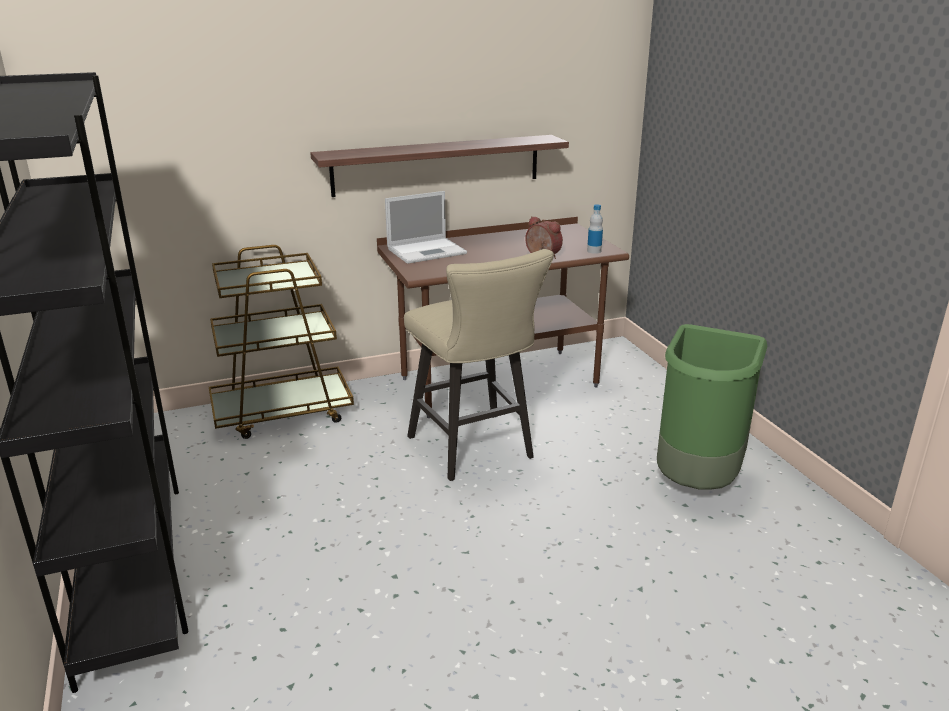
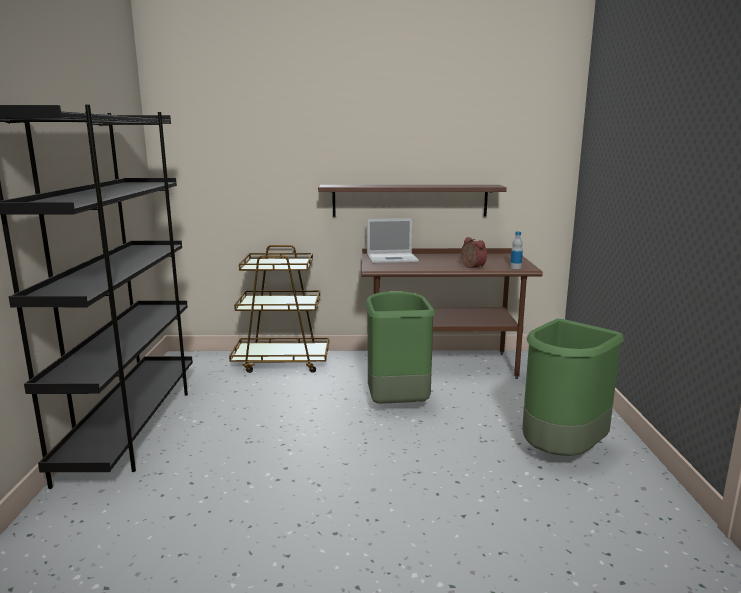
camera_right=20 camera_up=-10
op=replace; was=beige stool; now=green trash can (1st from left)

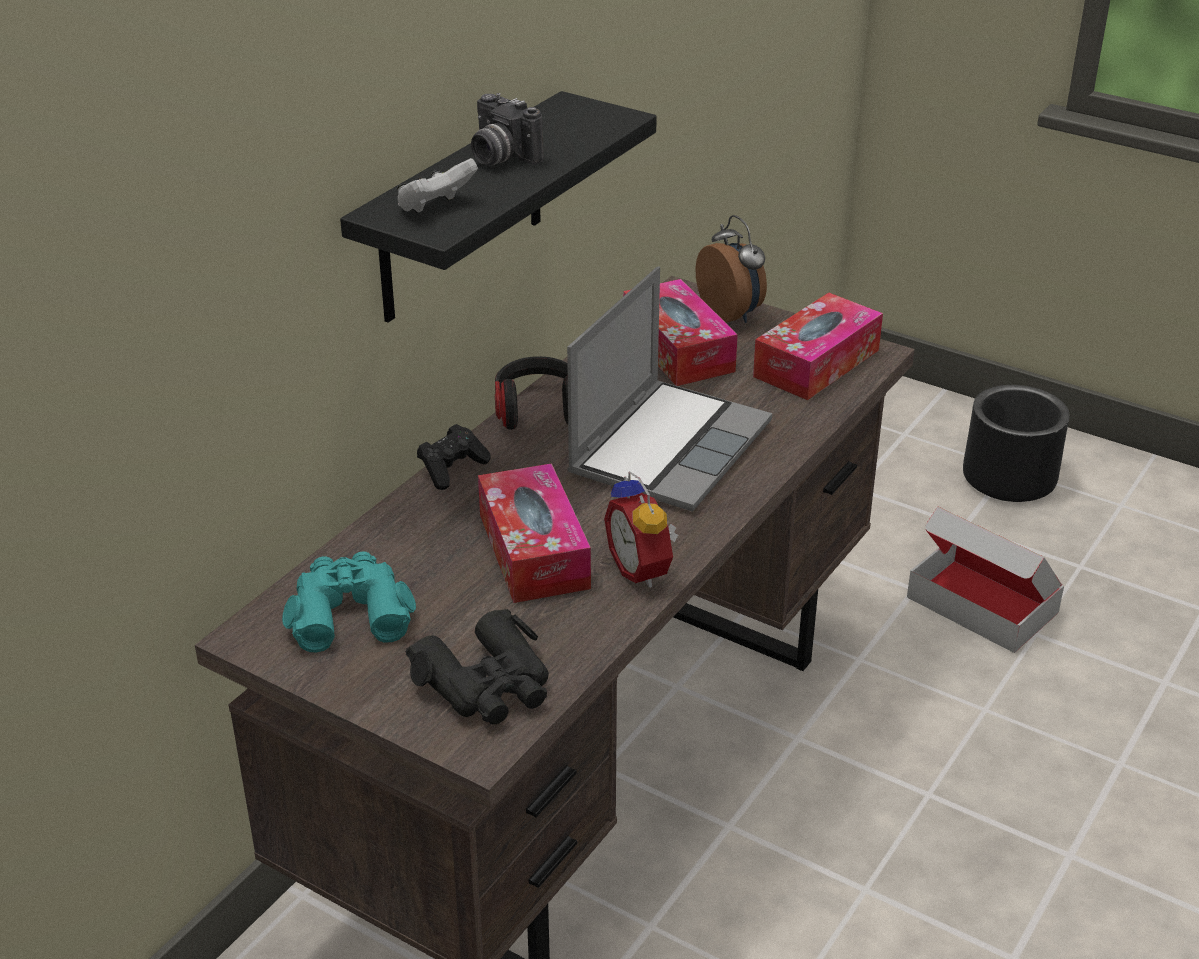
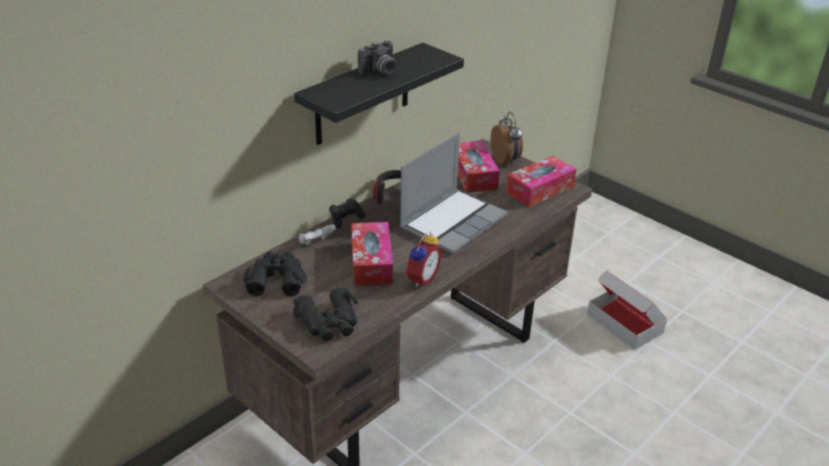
camera_right=10 camera_up=0
op=delete; was=black planter
op=move; was=white game controller
op=recolor; was=turquoise binoculars; now=black binoculars (1st from left)
op=rotate; was=photo camera; clockwise=-90
op=rotate; was=alarm clock (1st from left); clockwise=-135

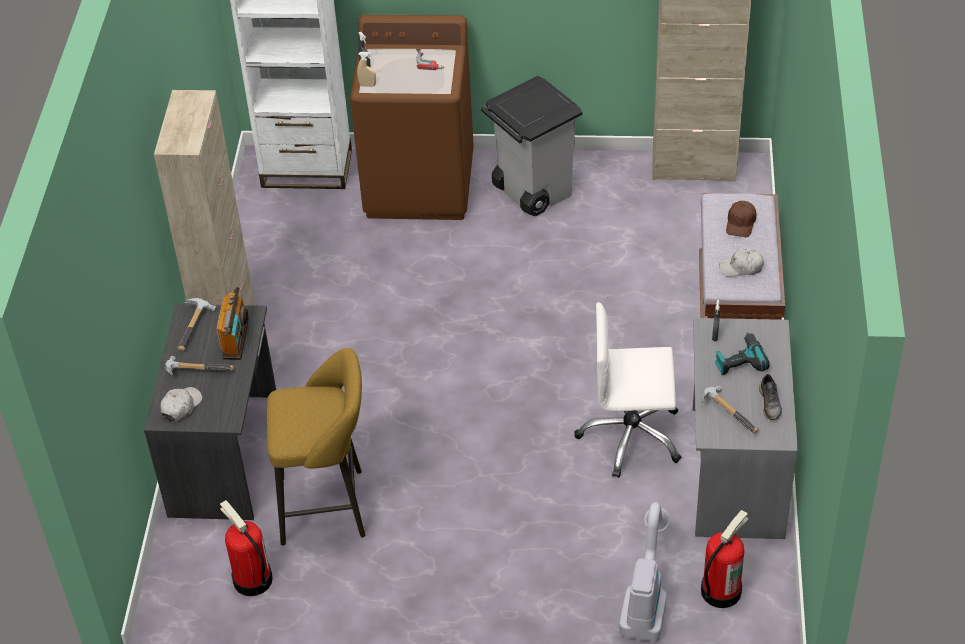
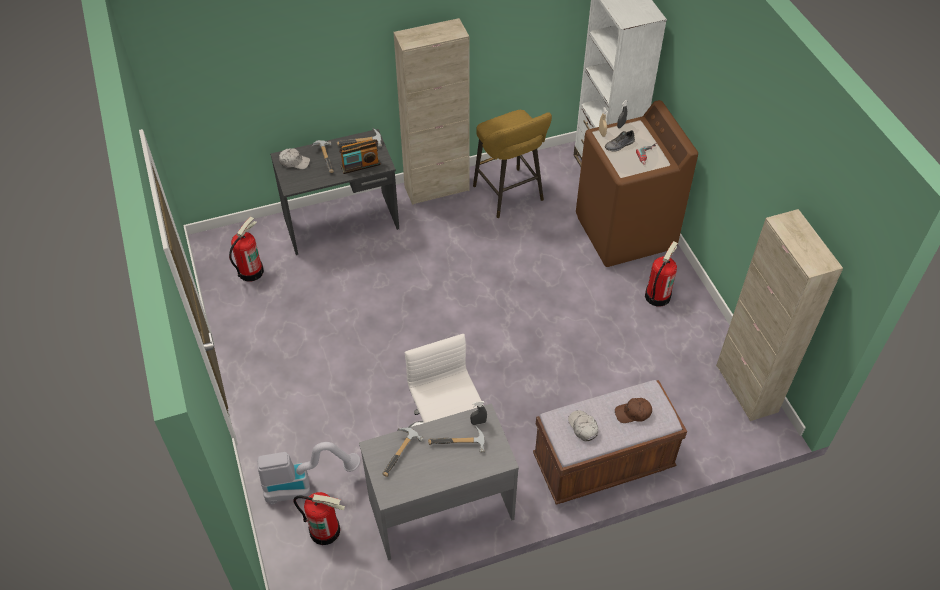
camera_right=65 camera_up=5
op=move; was=yellow stool
op=move; was=grey shoe
op=replace; was=grey trash can; now=fire extinguisher (3rd from left)
op=replace; was=power drill (2nd from left); now=hammer (4th from left)

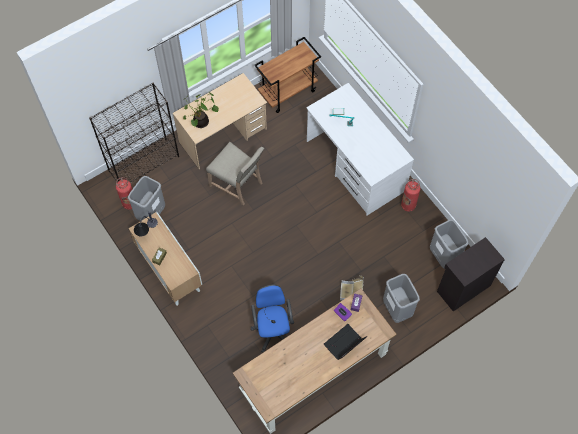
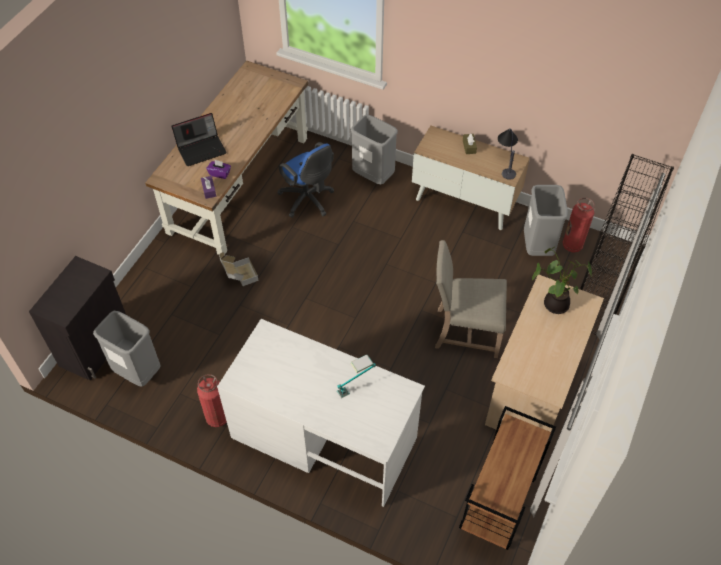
camera_right=150 camera_up=-10
op=move; was=grey trash can (2nd from left)
op=rotate; was=laptop; clockwise=45

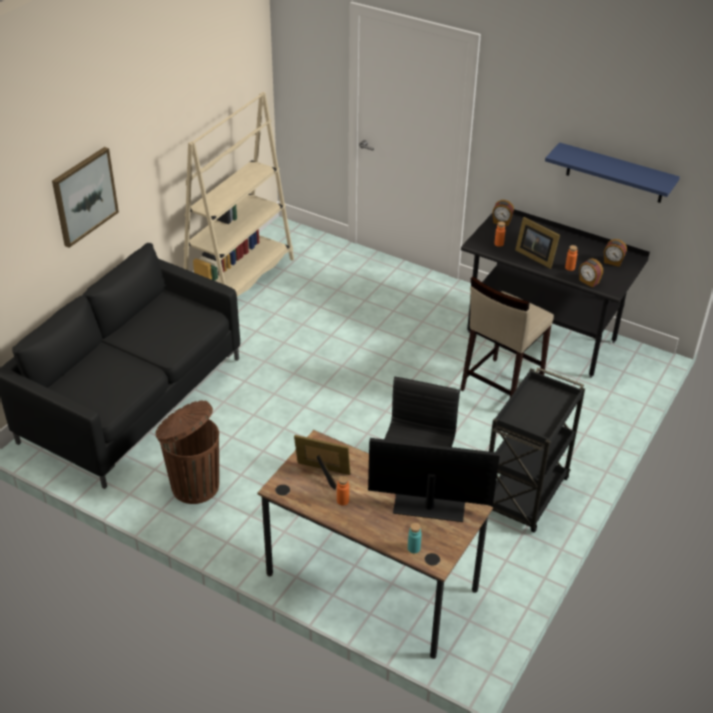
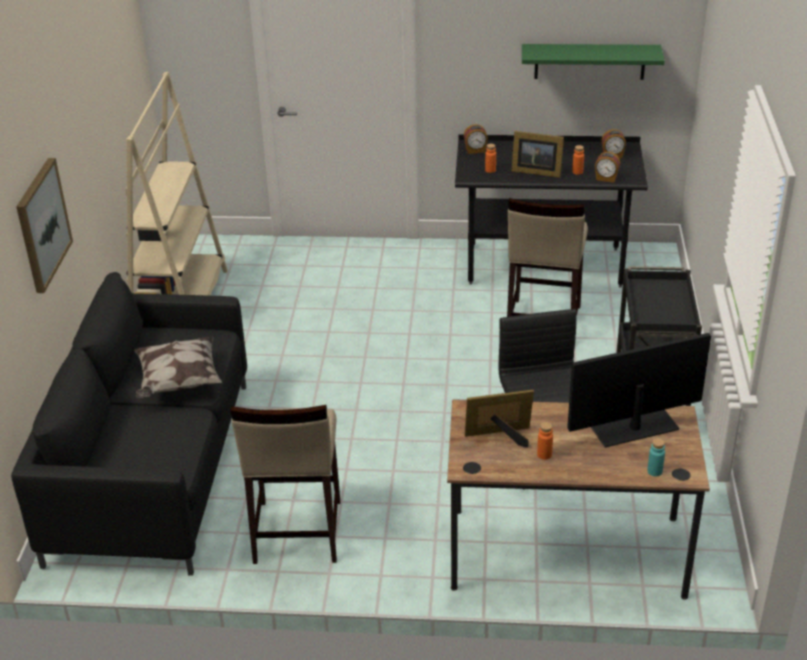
camera_right=-25 camera_up=-5
op=insert; now=pillow
op=replace; was=brown trash can; now=beige stool (1st from left)
op=recolor; was=blue shelf; now=green shelf

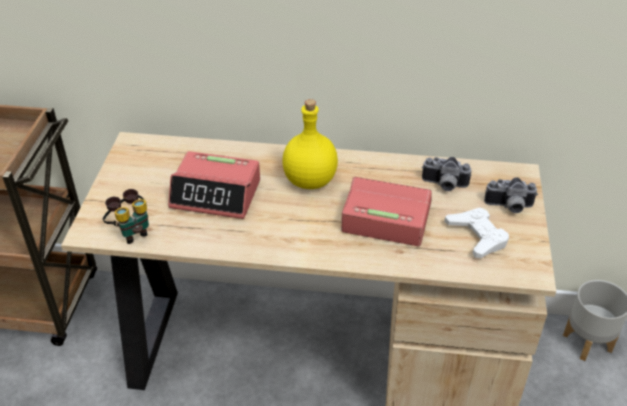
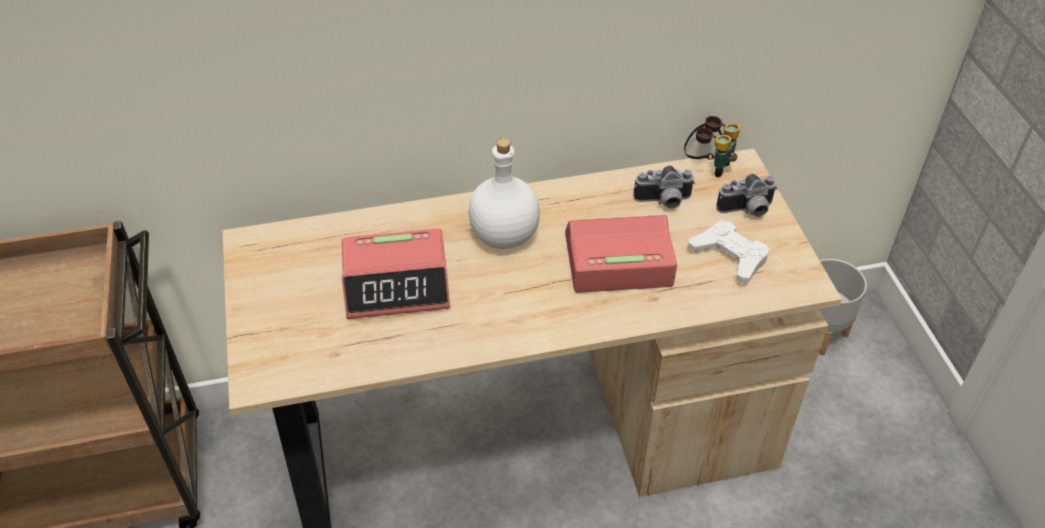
camera_right=-20 camera_up=5
op=move; was=binoculars
op=recolor; was=yellow bottle; now=white bottle

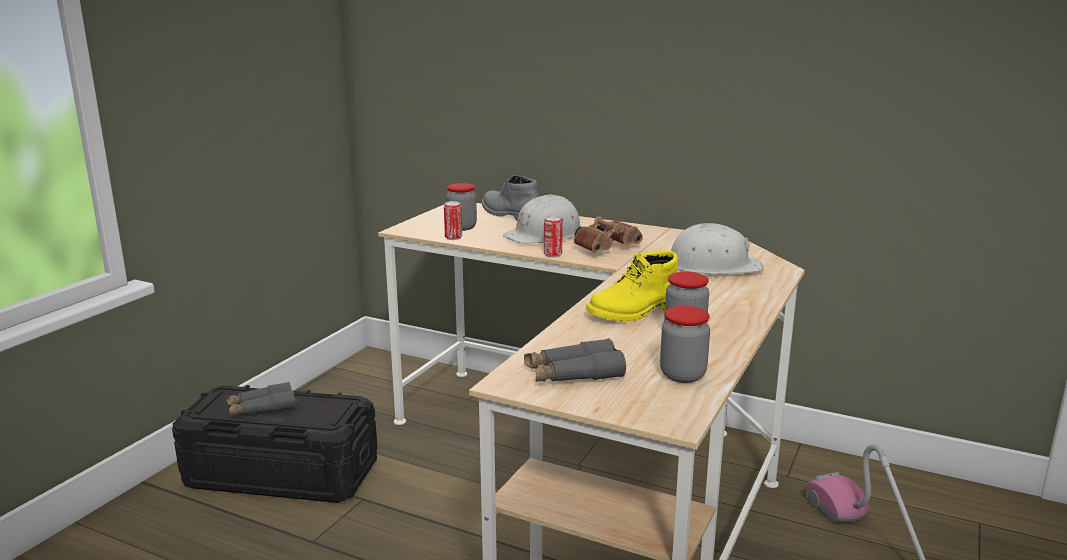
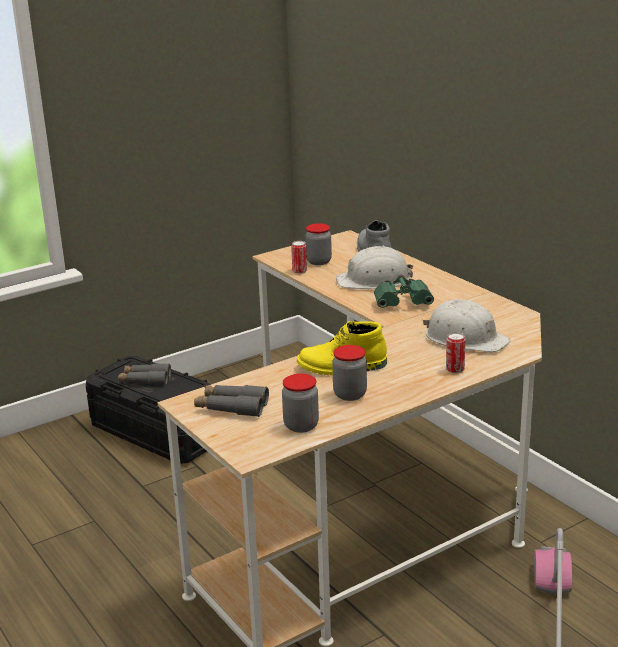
camera_right=30 camera_up=5
op=move; was=can (2nd from left)
op=recolor; was=brown binoculars; now=green binoculars

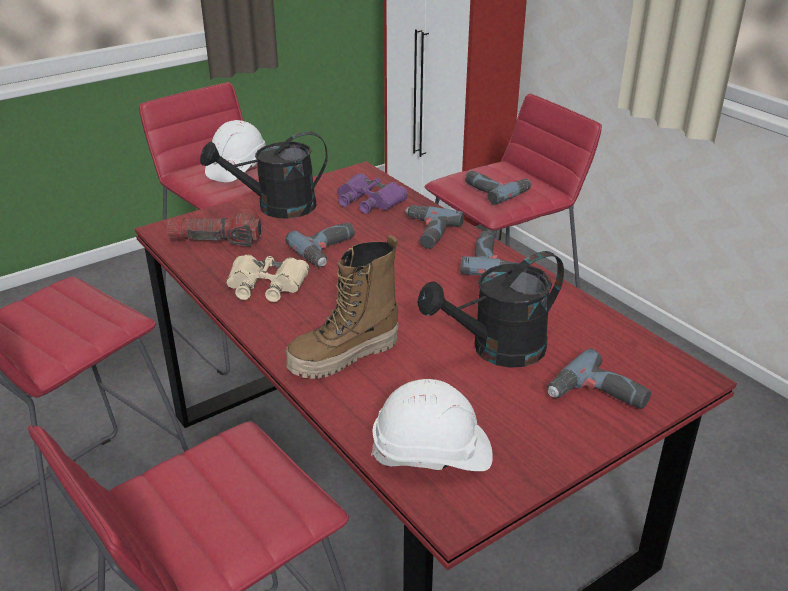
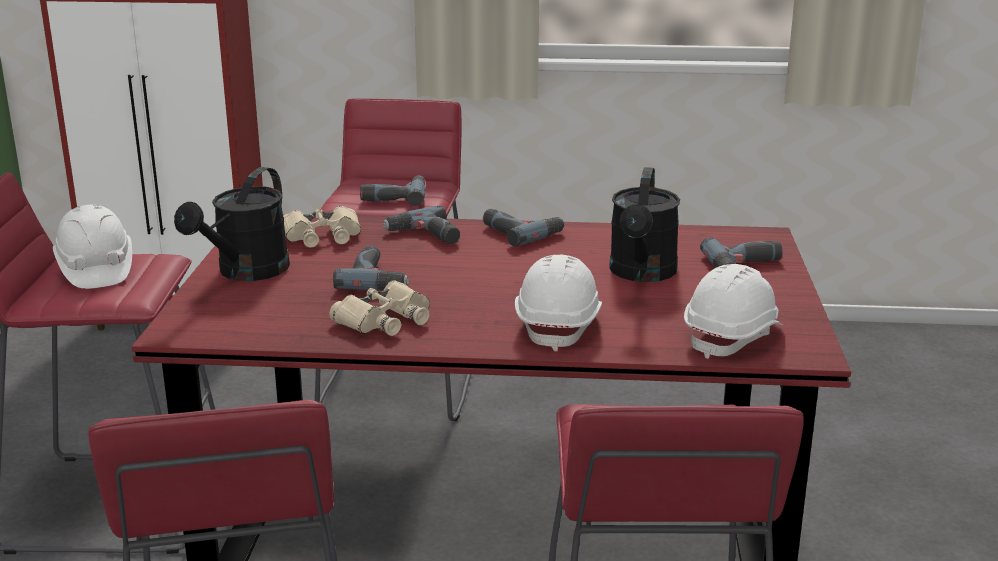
camera_right=-50 camera_up=-10
op=delete; was=flashlight
op=replace; was=boot; now=white hard hat (2nd from left)
op=recolor; was=purple binoculars; now=beige binoculars (1st from left)

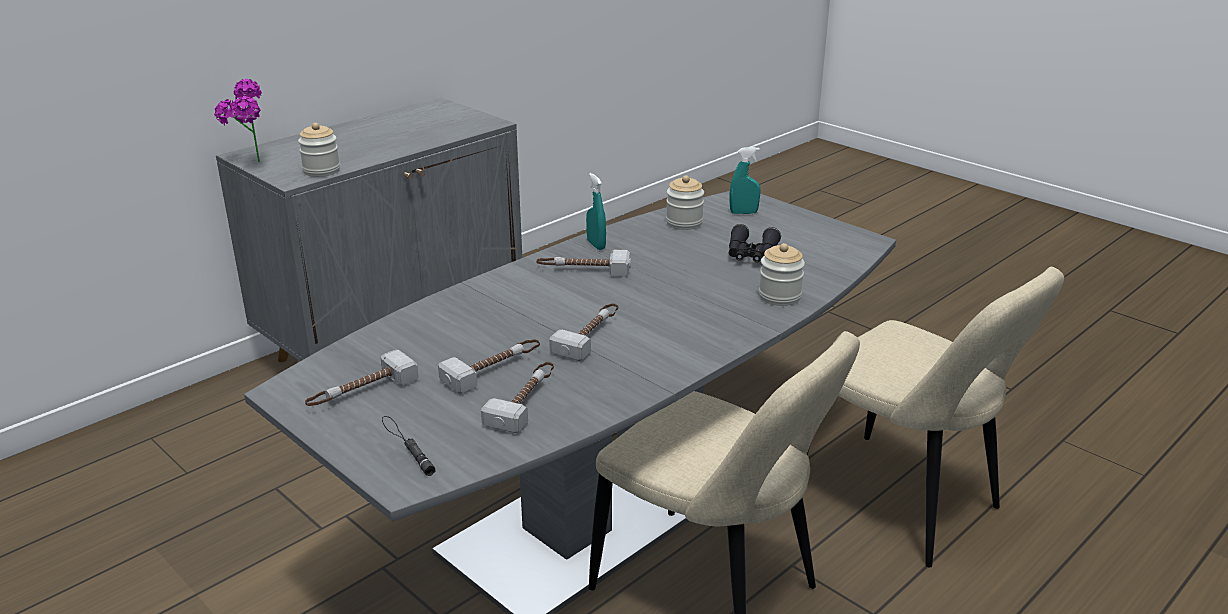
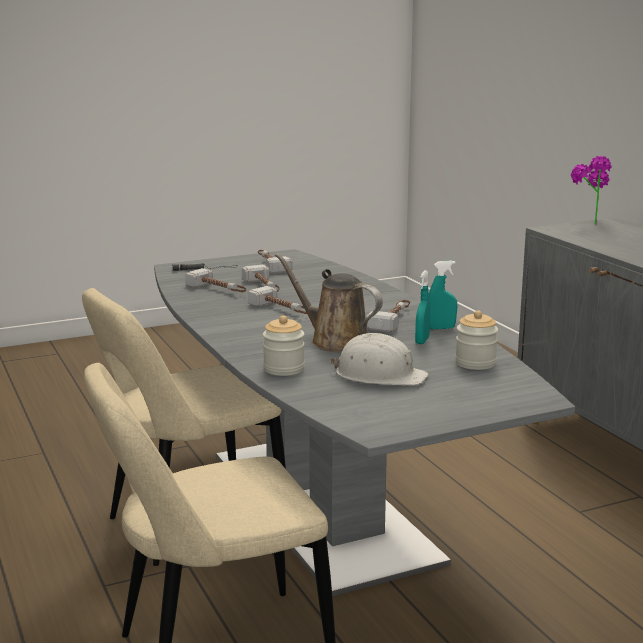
camera_right=110 camera_up=-10
op=delete; was=jar (1st from left)
op=insert; now=brown watering can
op=move; was=turquoise spray bottle (2nd from left in the first image); now=turquoise spray bottle (1st from left)
op=replace; was=black binoculars; now=white hard hat

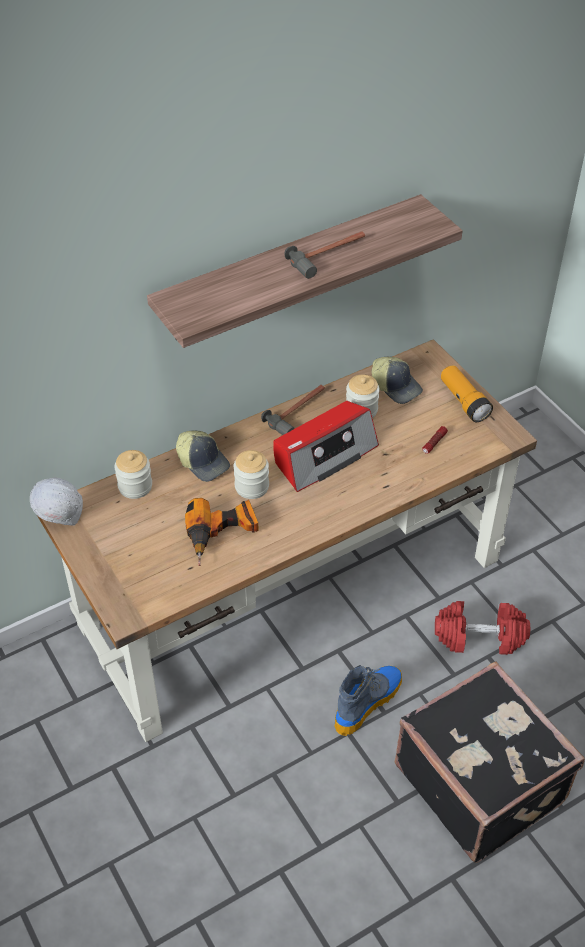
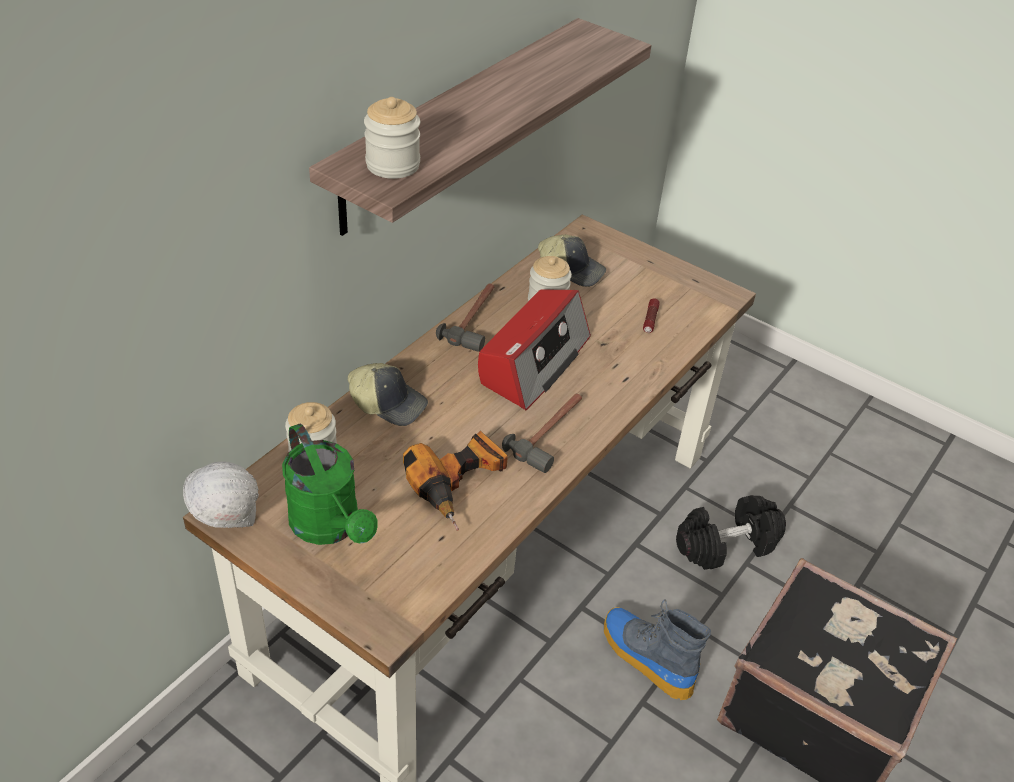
camera_right=-25 camera_up=-5
op=delete; was=flashlight (2nd from left)
op=insert; now=green watering can
op=move; was=jar (2nd from left)
op=move; was=hammer (2nd from left)
op=recolor; was=red dumbbell; now=black dumbbell
op=rotate; was=boot; clockwise=-60

